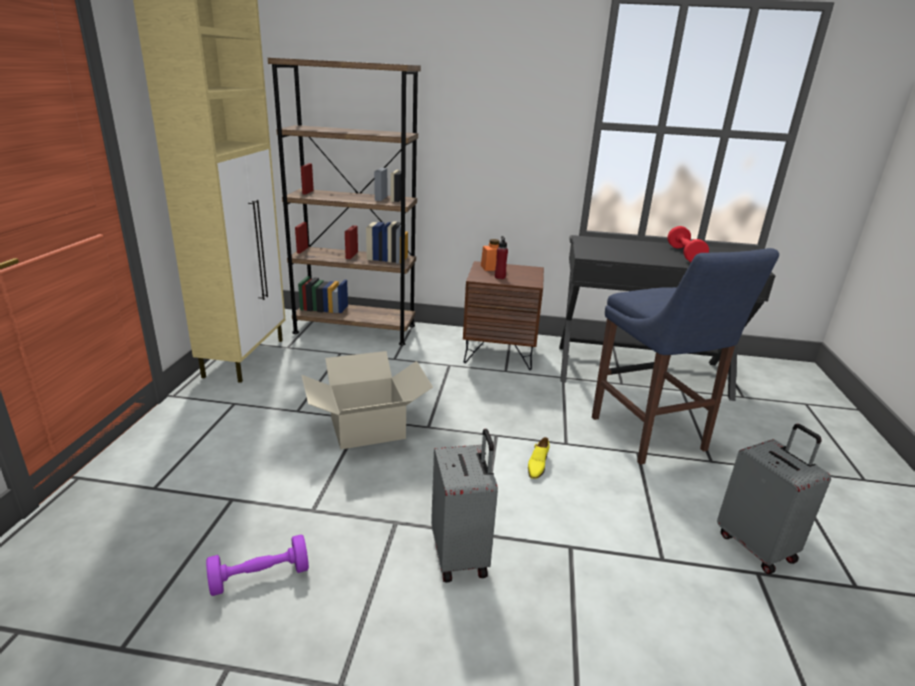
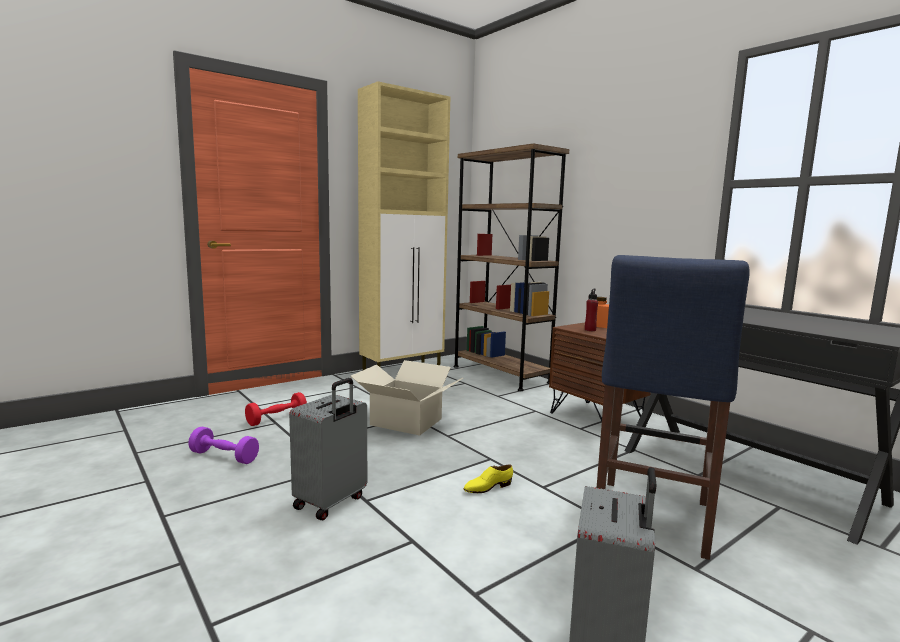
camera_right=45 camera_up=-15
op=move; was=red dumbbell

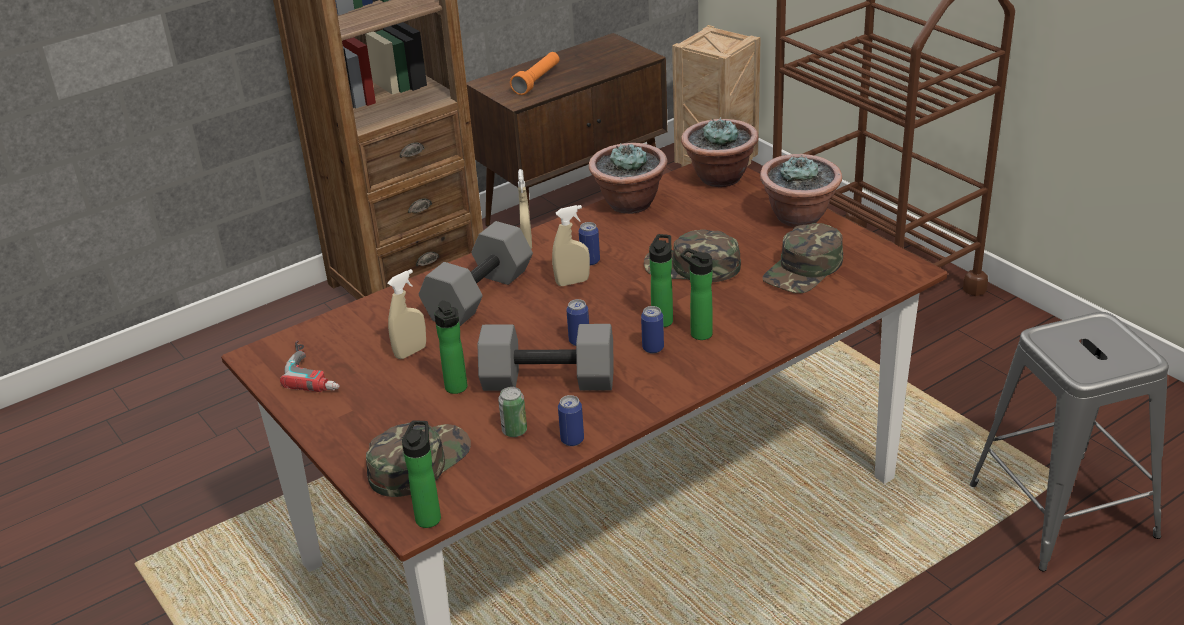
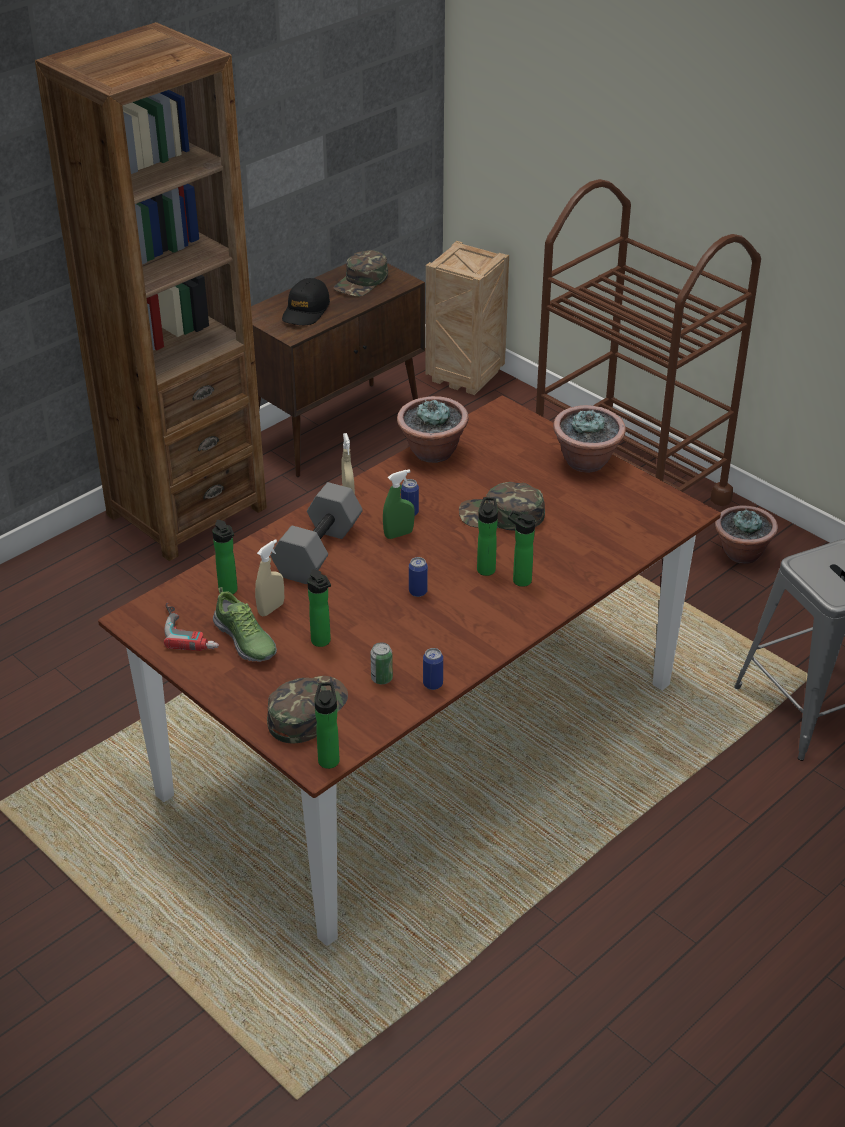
camera_right=-10 camera_up=5
op=delete; was=grey dumbbell (2nd from left)
op=delete; was=can (5th from left)
op=insert; now=bottle (1st from left)
op=insert; now=shoe
op=move; was=potted plant (2nd from left in the first image); now=potted plant (3rd from left)
op=move; was=green cap (3rd from left in the first image); now=green cap (2nd from left)
op=replace; was=orange flashlight; now=black cap
op=recolor; was=beige spray bottle (3rd from left); now=green spray bottle

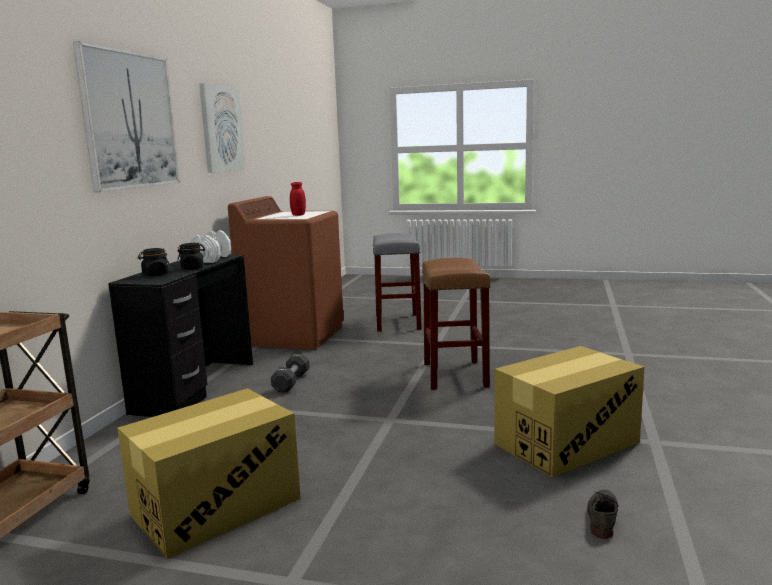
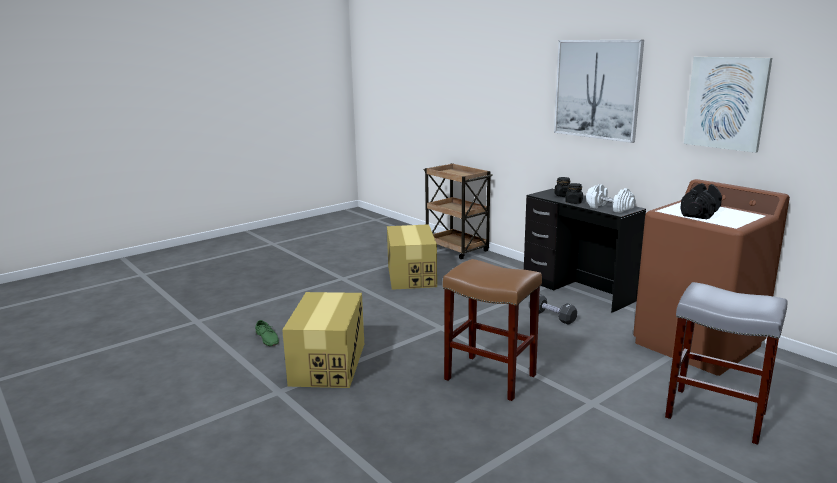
camera_right=125 camera_up=5
op=replace; was=red jar; now=black dumbbell (2nd from left)
op=recolor; was=grey shoe; now=green shoe

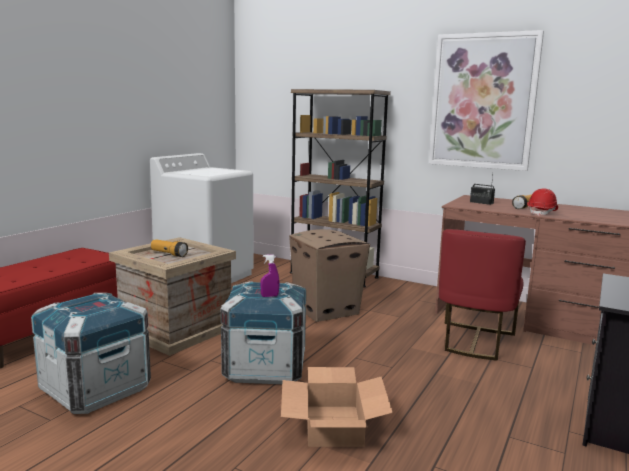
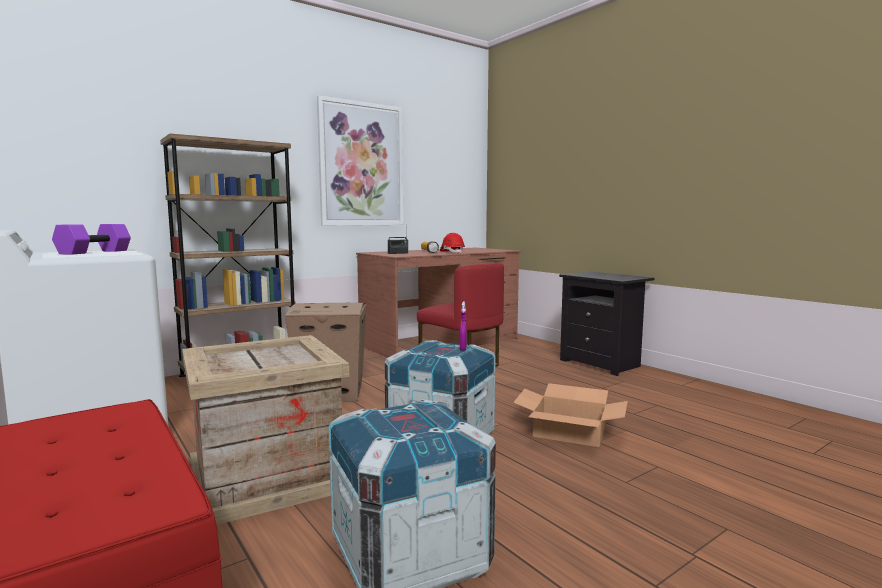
camera_right=-65 camera_up=-5
op=delete; was=flashlight (1st from left)
op=insert; now=purple dumbbell

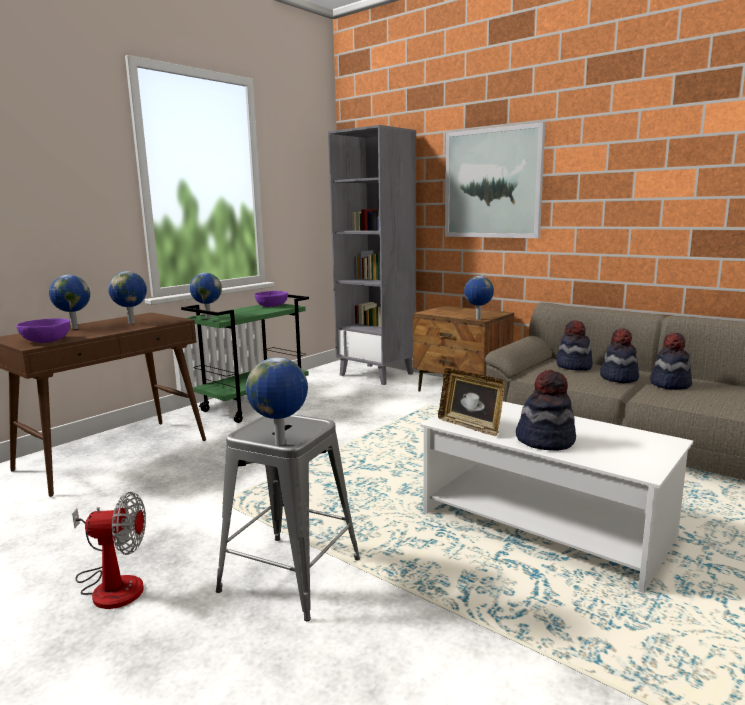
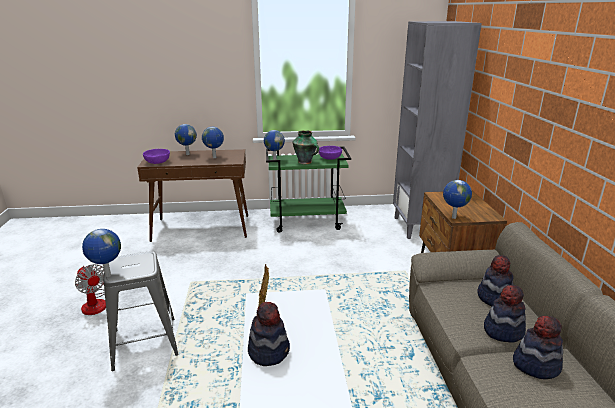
camera_right=45 camera_up=10
op=delete; was=picture
op=insert; now=vase

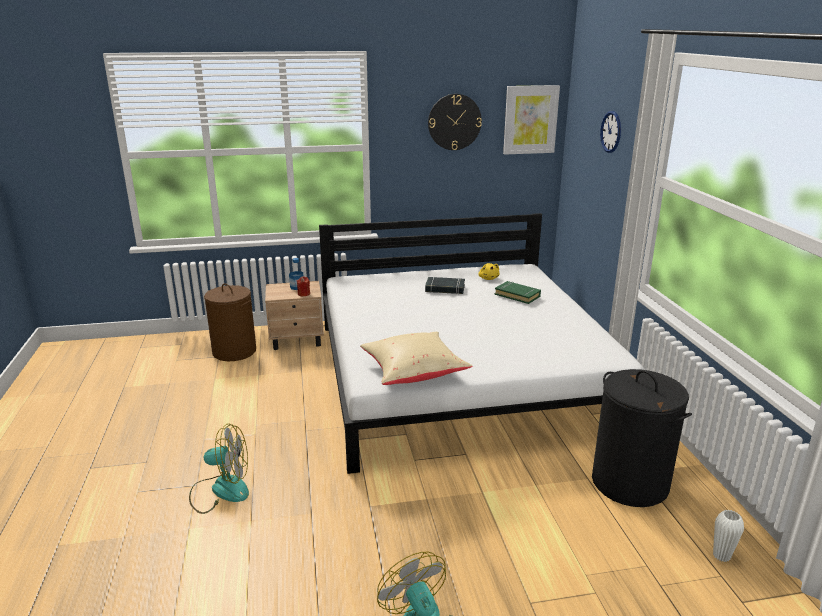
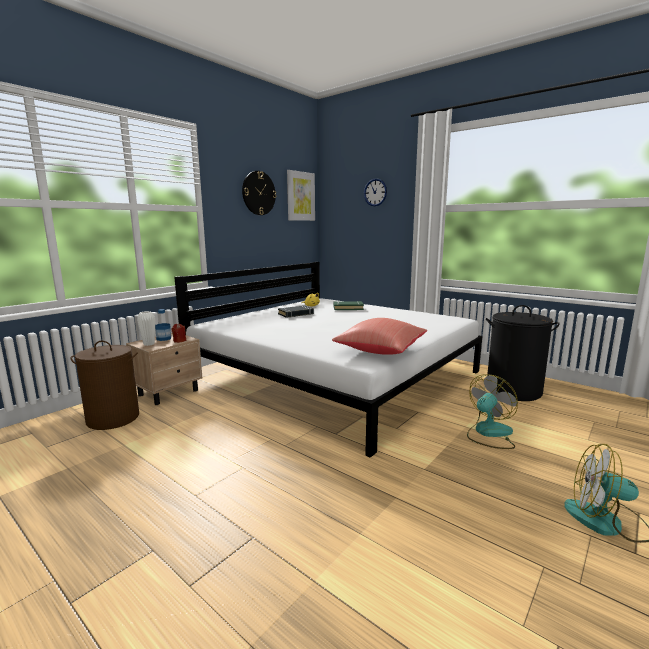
camera_right=-40 camera_up=-10
op=move; was=fan (1st from left)
op=move; was=white vase
op=recolor; was=beige pillow; now=red pillow

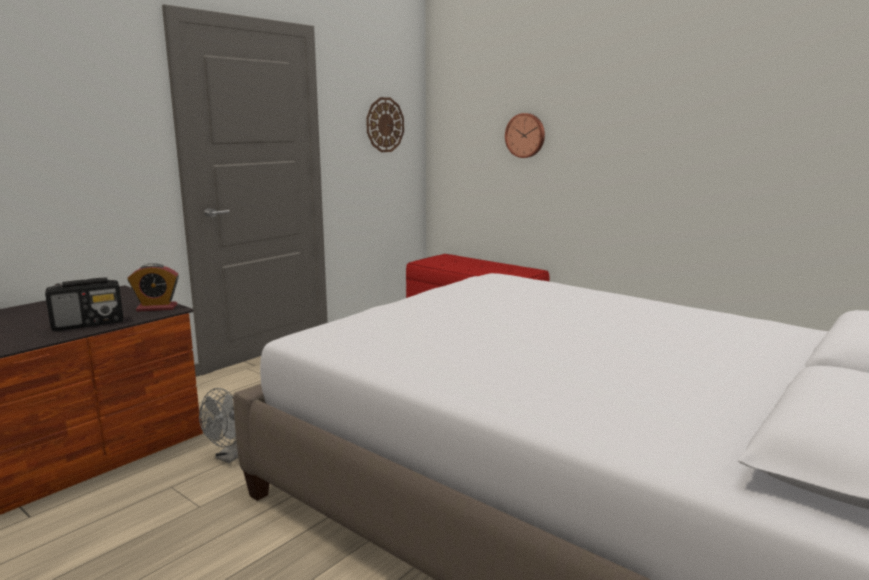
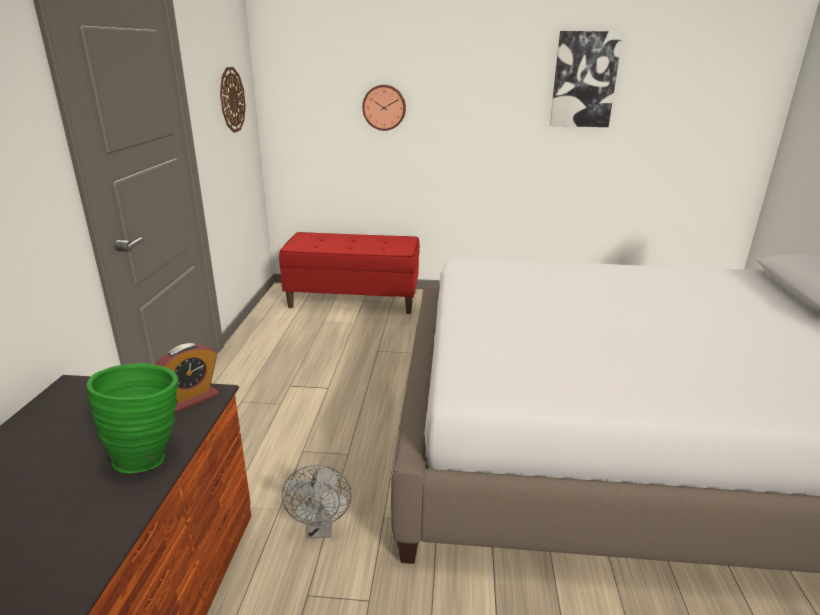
camera_right=-35 camera_up=10
op=insert; now=picture
op=replace; was=radio; now=green vase

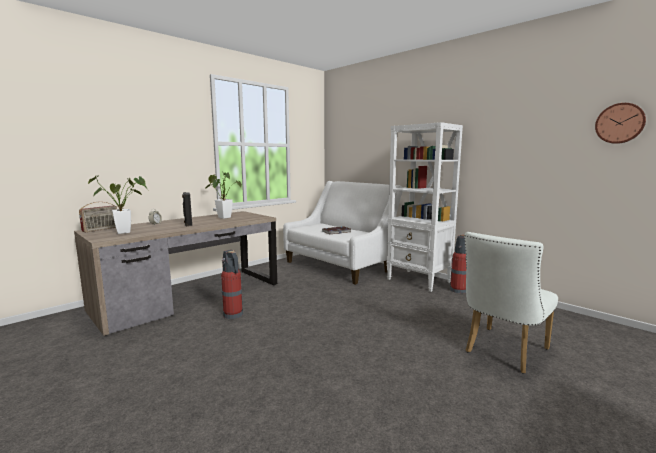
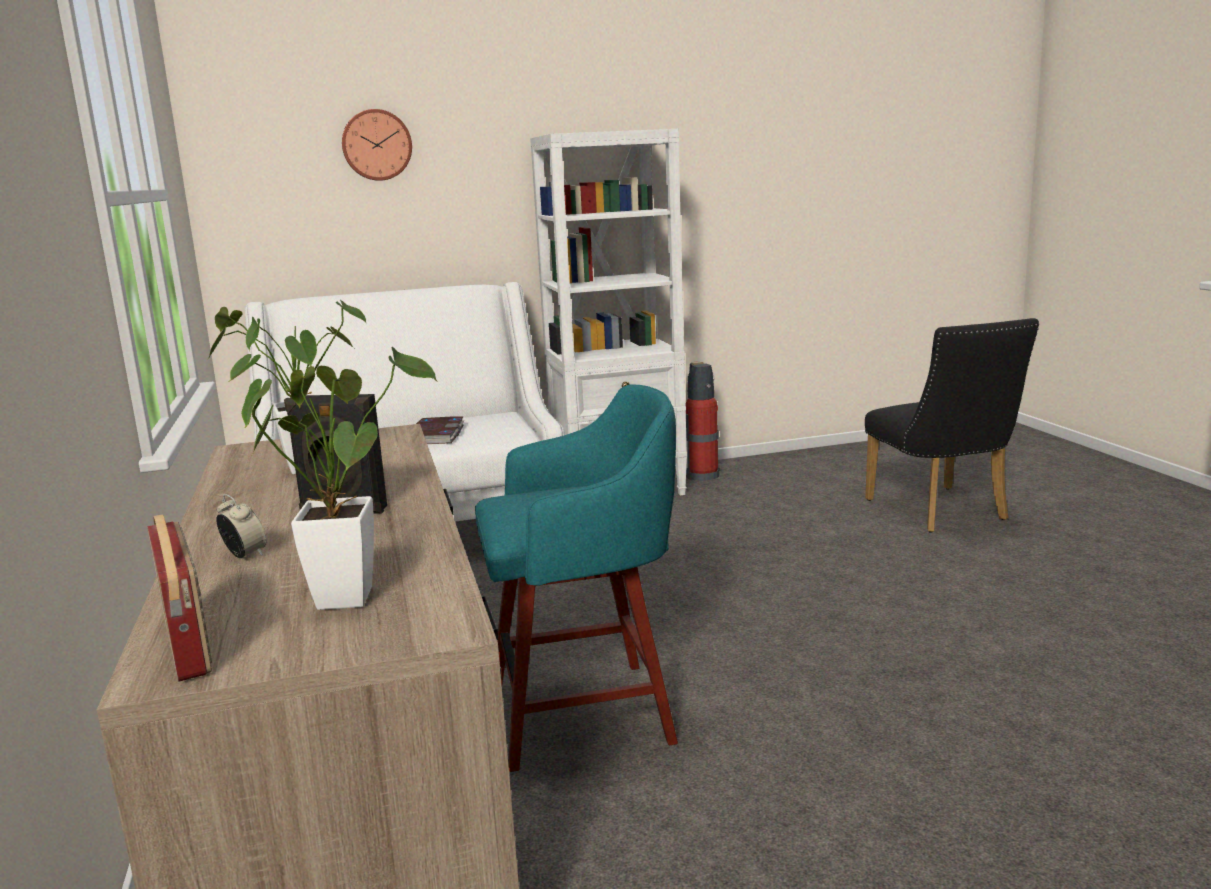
camera_right=-60 camera_up=5
op=move; was=wall clock
op=replace; was=fire extinguisher (1st from left); now=turquoise stool
op=recolor; was=white chair; now=black chair

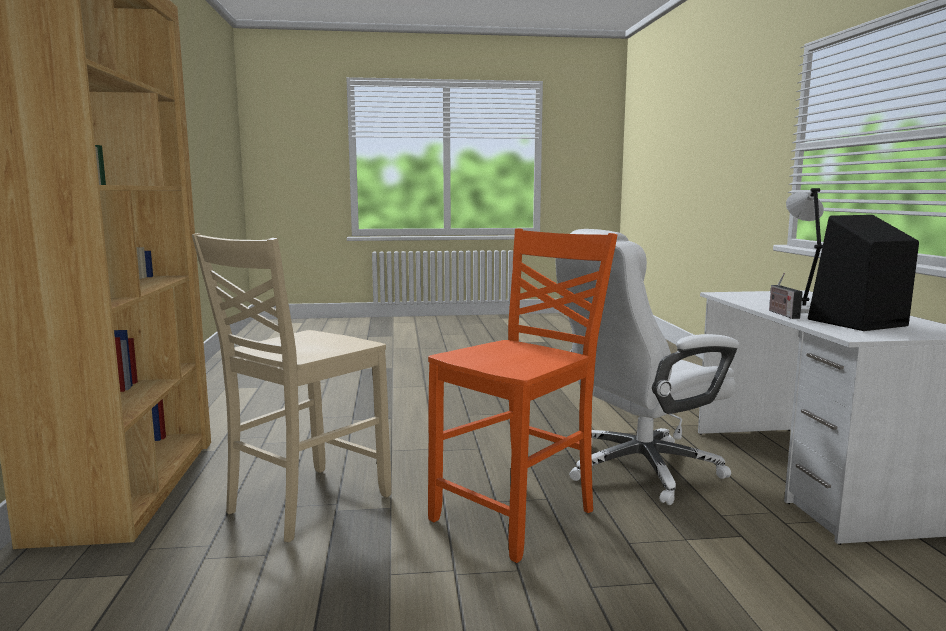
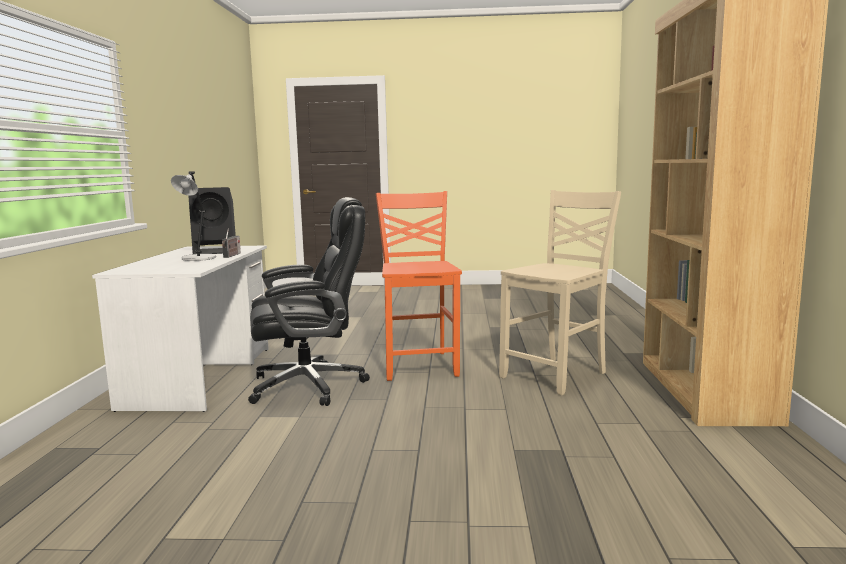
camera_right=-170 camera_up=0
op=recolor; was=white office chair; now=black office chair
op=rotate; was=orange chair; clockwise=120

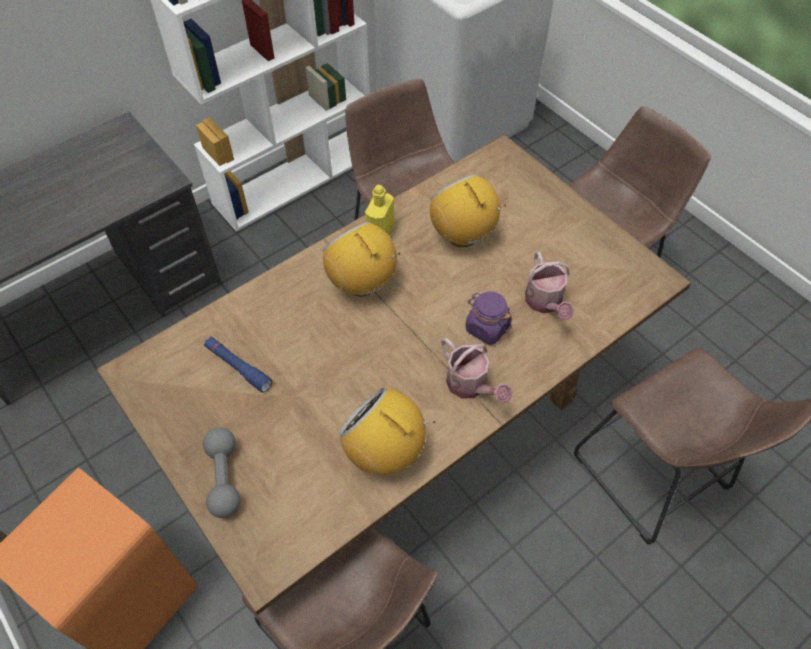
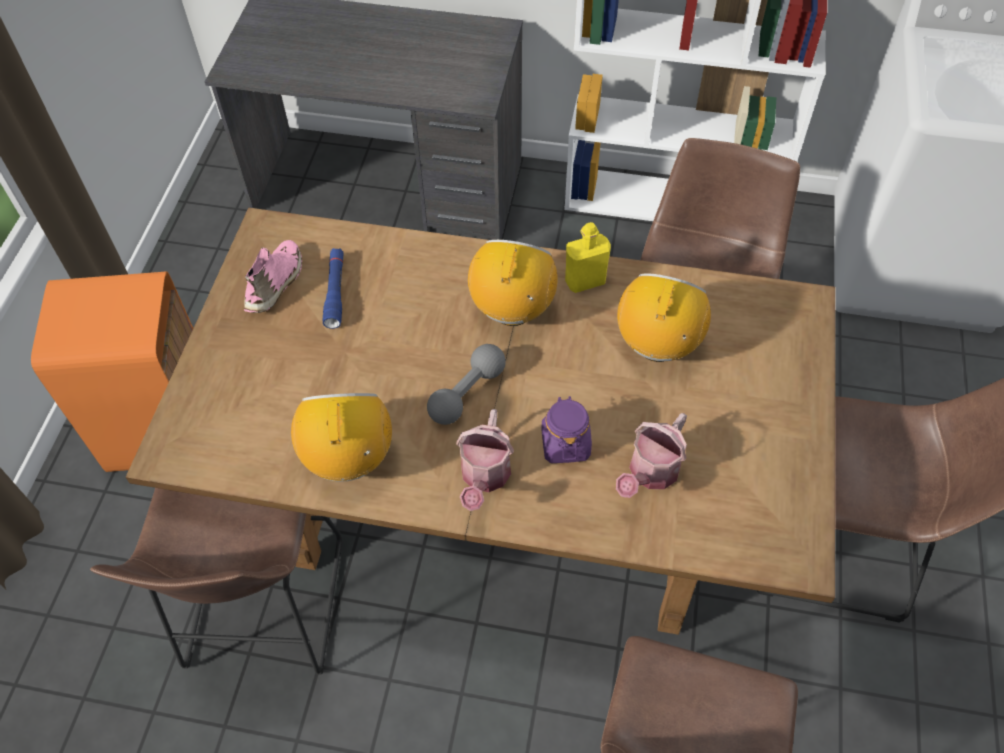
camera_right=50 camera_up=0
op=insert; now=pink shoe
op=move; was=grey dumbbell

